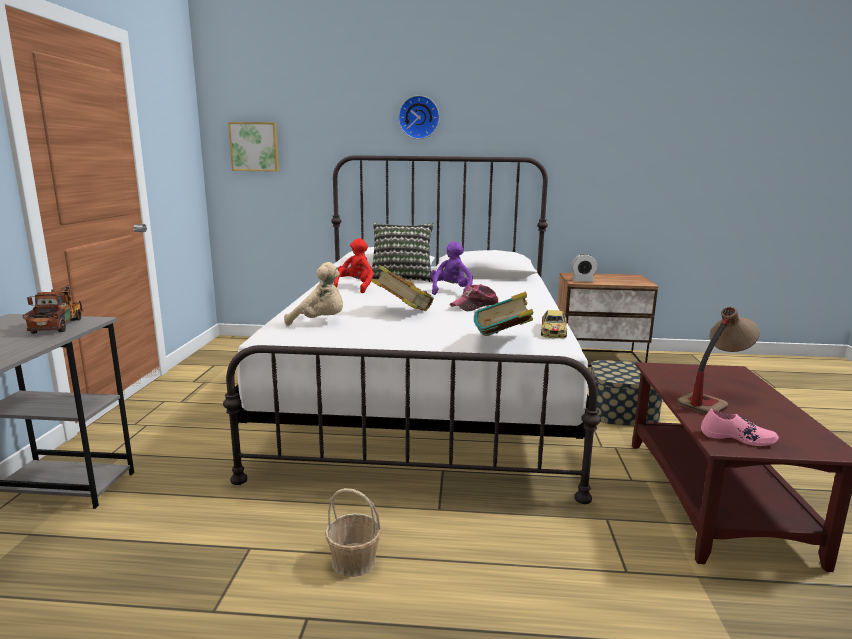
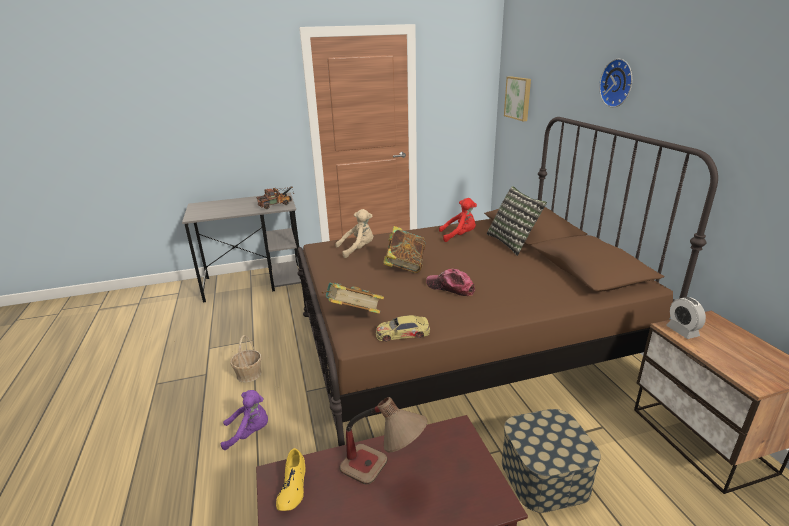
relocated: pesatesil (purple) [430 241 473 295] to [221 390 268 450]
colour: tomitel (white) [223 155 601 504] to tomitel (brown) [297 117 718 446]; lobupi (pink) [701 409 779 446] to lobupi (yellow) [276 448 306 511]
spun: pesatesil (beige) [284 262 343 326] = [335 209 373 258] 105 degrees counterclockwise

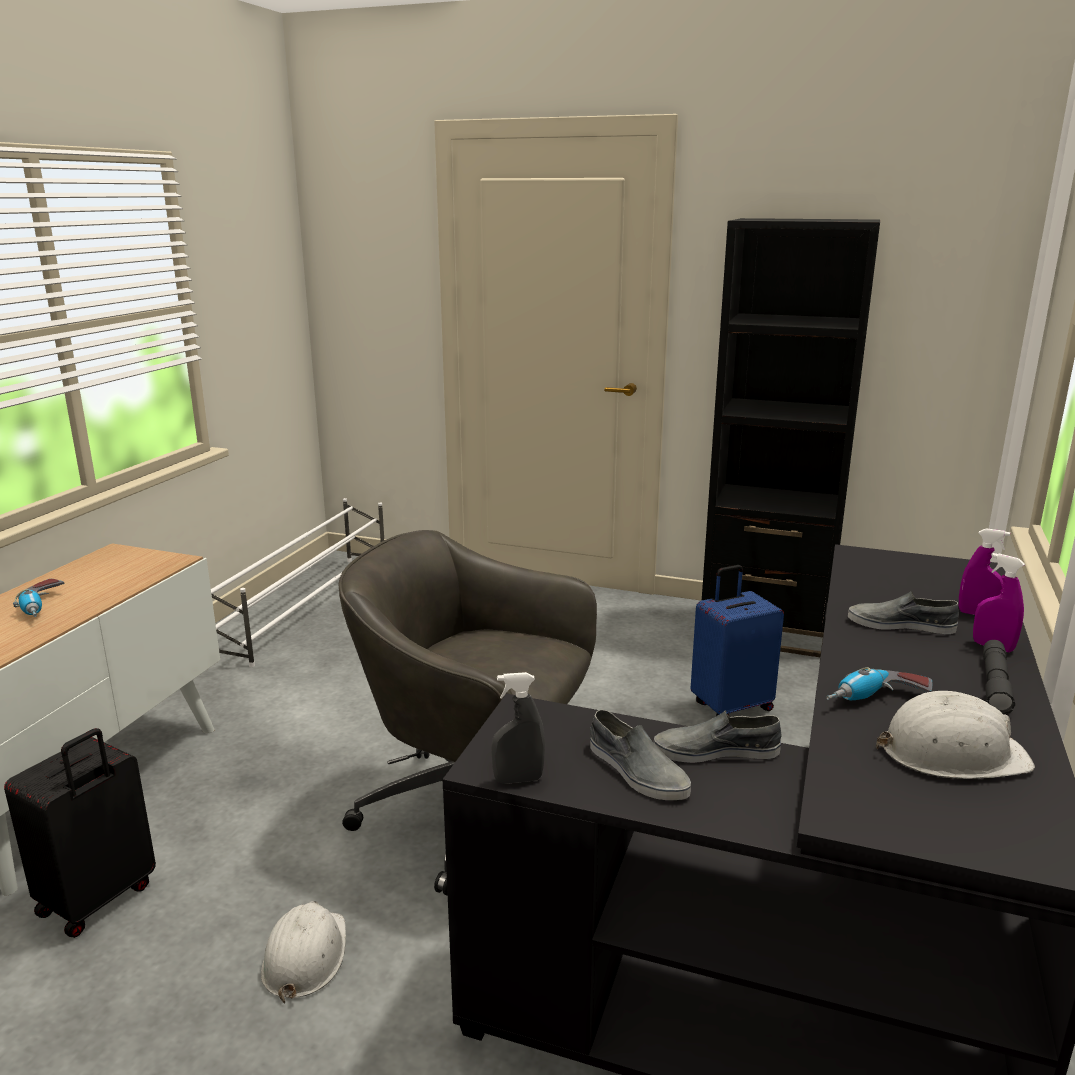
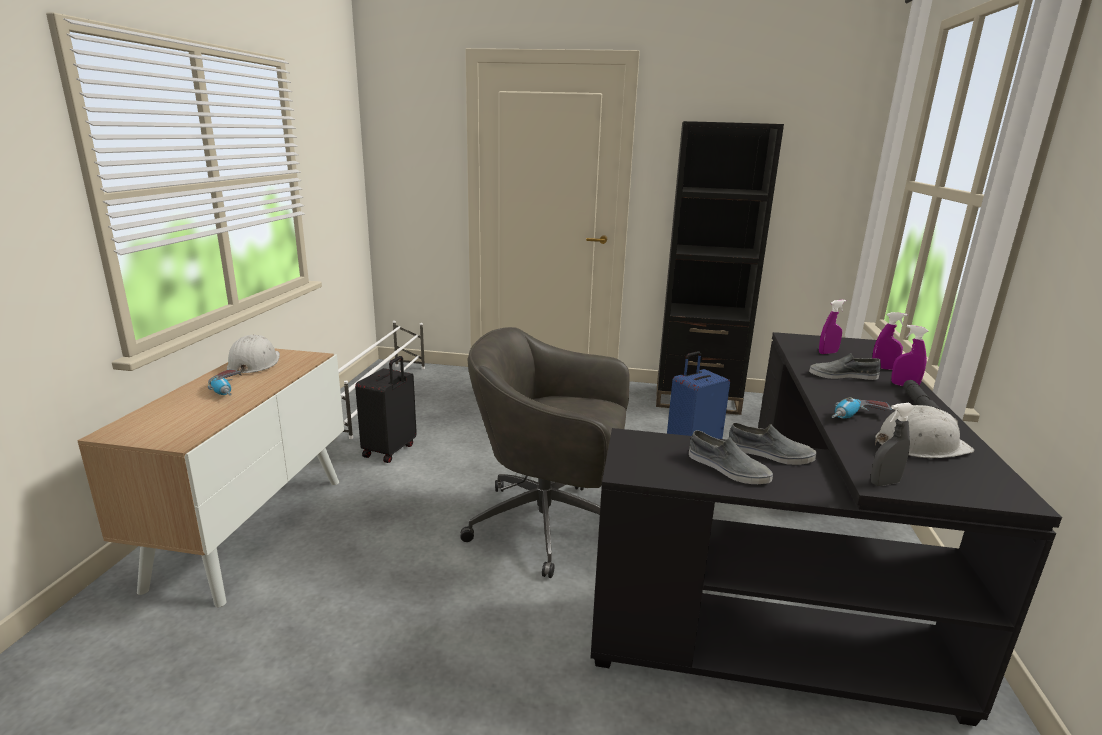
appeared: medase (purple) [819 300 846 354]
relocated: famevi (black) [4 728 156 938] to [355 356 417 463]; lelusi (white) [261 901 346 1003] to [227 335 280 376]; medase (grey) [491 672 545 784] to [871 403 915 486]
spun: lobupi (grey) [654 710 782 763] = [728 423 817 465] 150 degrees counterclockwise

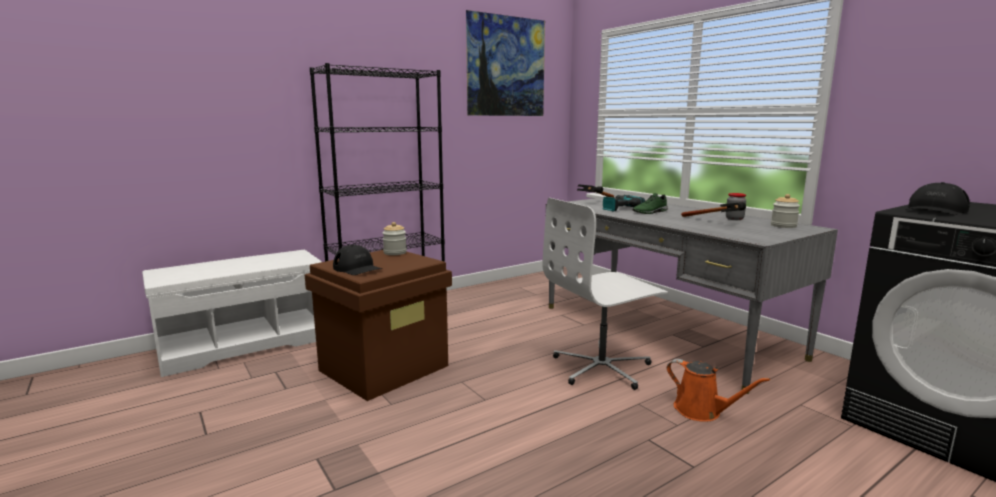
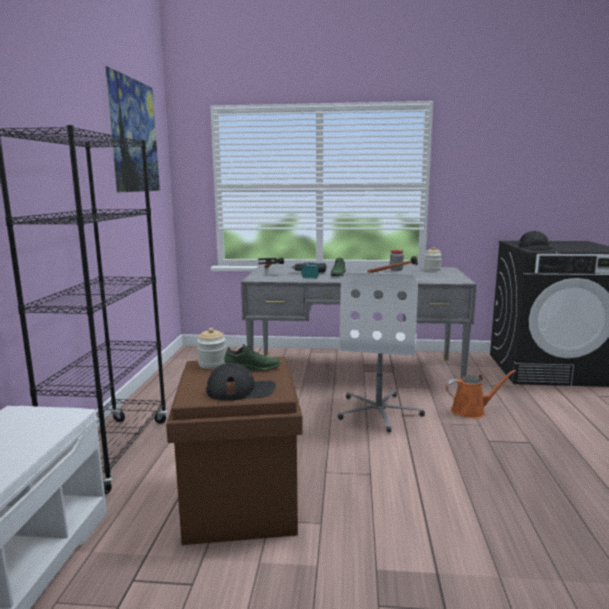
appeared: lobupi (green) [223 344 281 371]

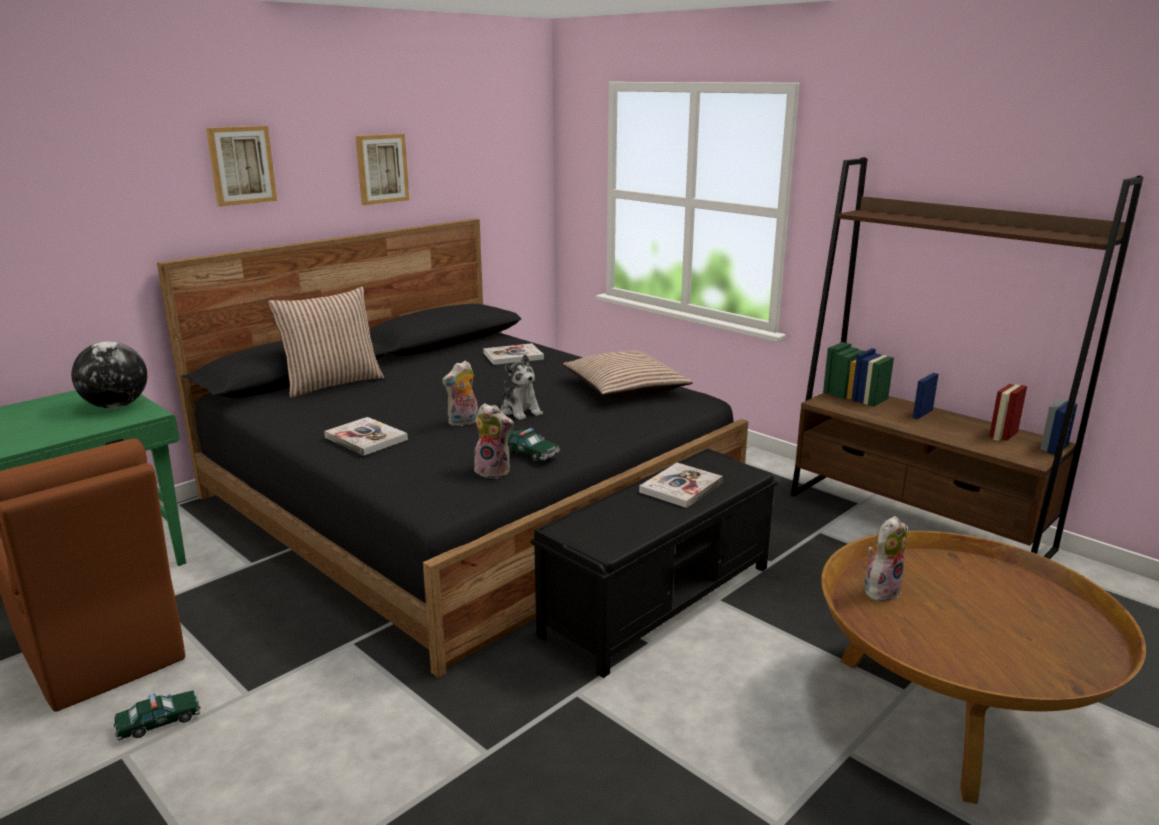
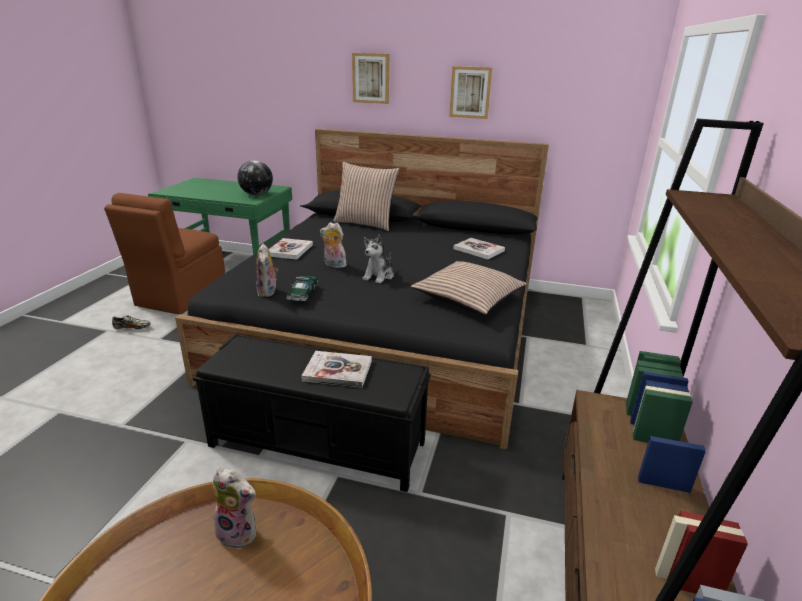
exchanged: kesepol [114 690 201 741] to lobupi [112 316 151 329]

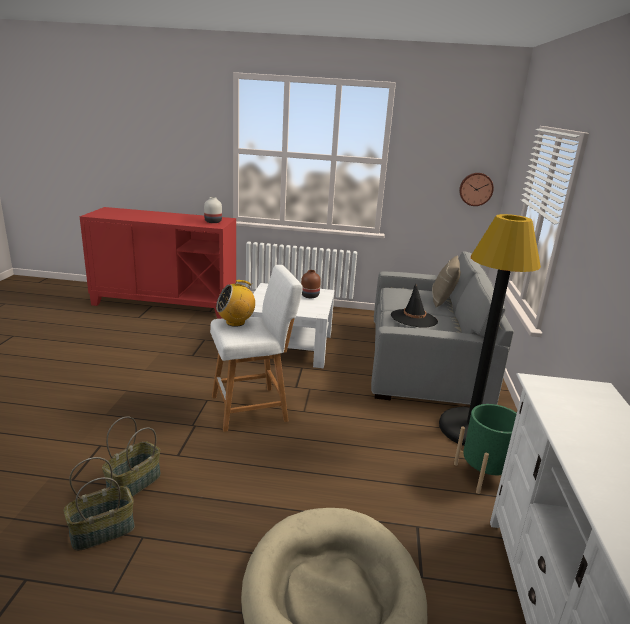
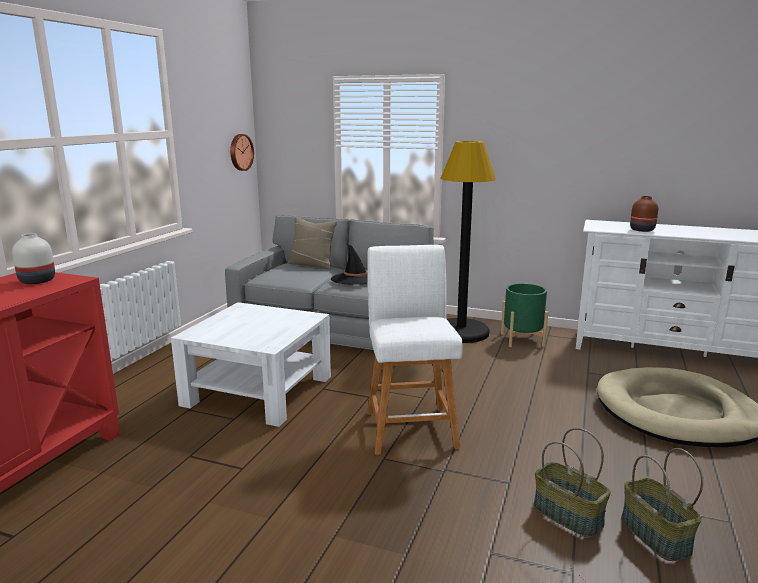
missing: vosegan [216 280 255 327]
relocated: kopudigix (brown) [301 270 321 298] to [630 196 658 232]

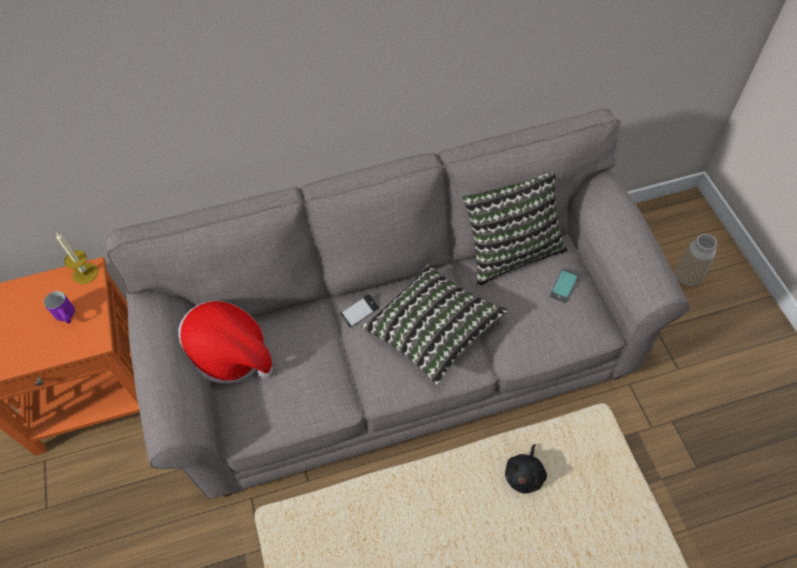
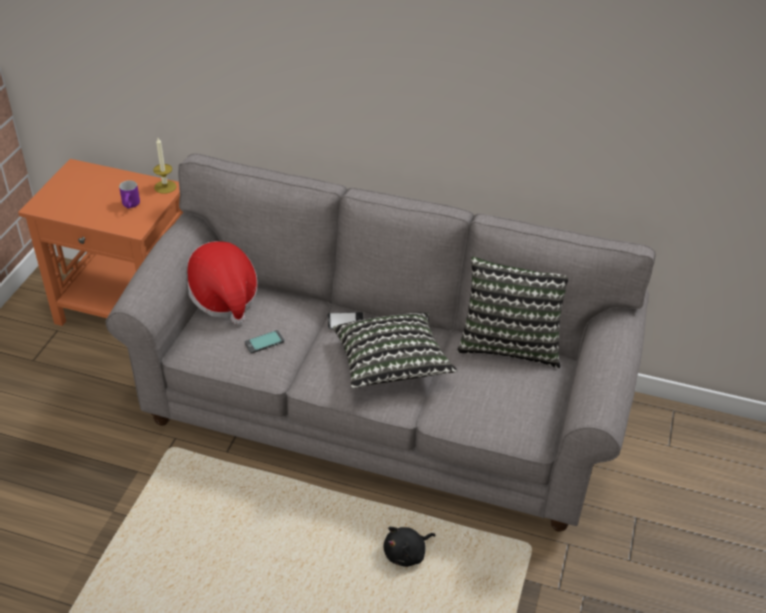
missing: kopudigix [675 234 717 287]
relocated: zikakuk [550 268 579 303] to [245 330 284 353]

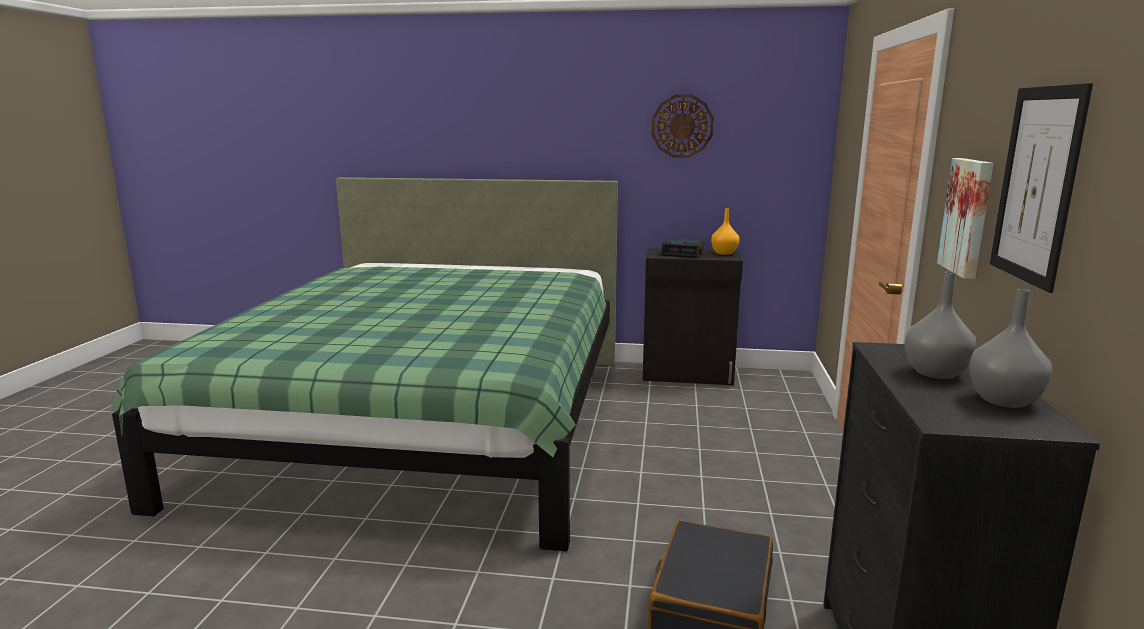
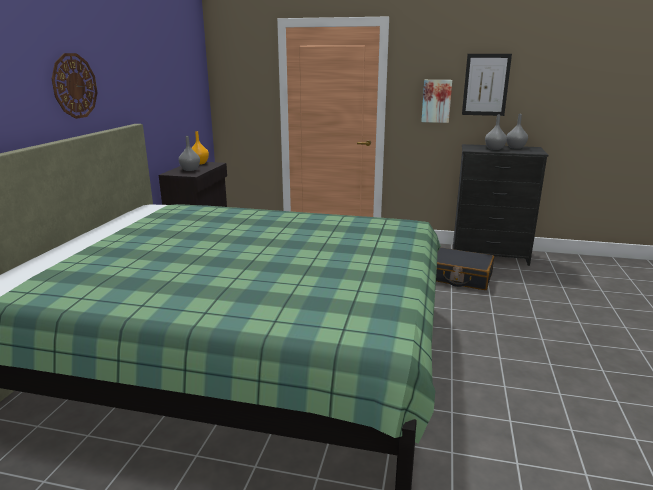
relocated: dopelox [652 95 714 158] to [52 53 98 119]
exchanged: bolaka [661 238 704 258] to kopudigix (grey) [179 136 200 171]

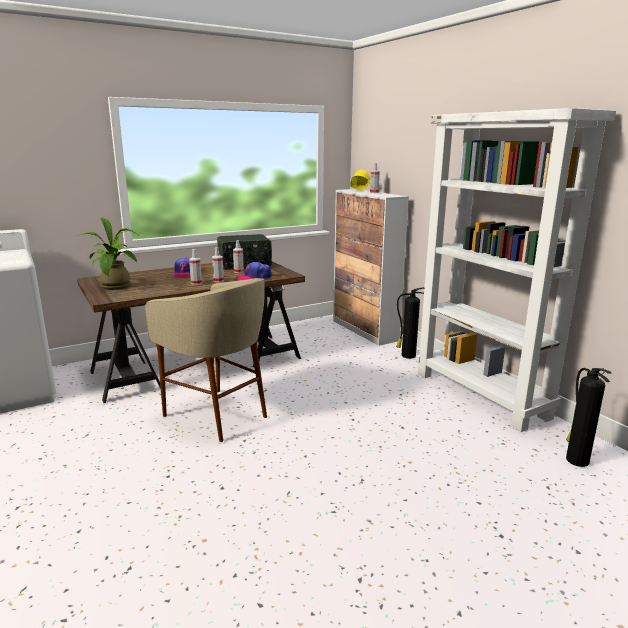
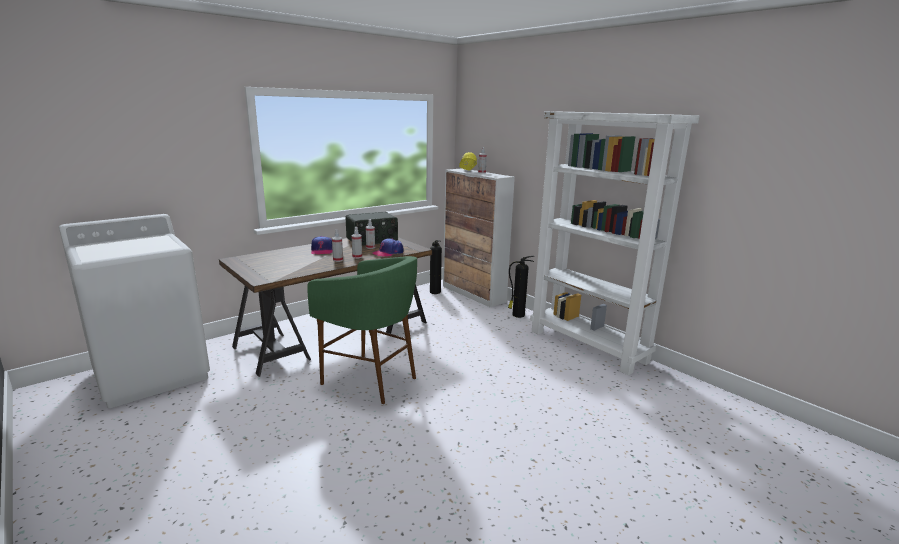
missing: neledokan [77 217 138 290]
relocated: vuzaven [566 368 612 467] to [430 240 442 294]
colour: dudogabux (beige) [145 278 267 442] to dudogabux (green) [307 256 417 404]

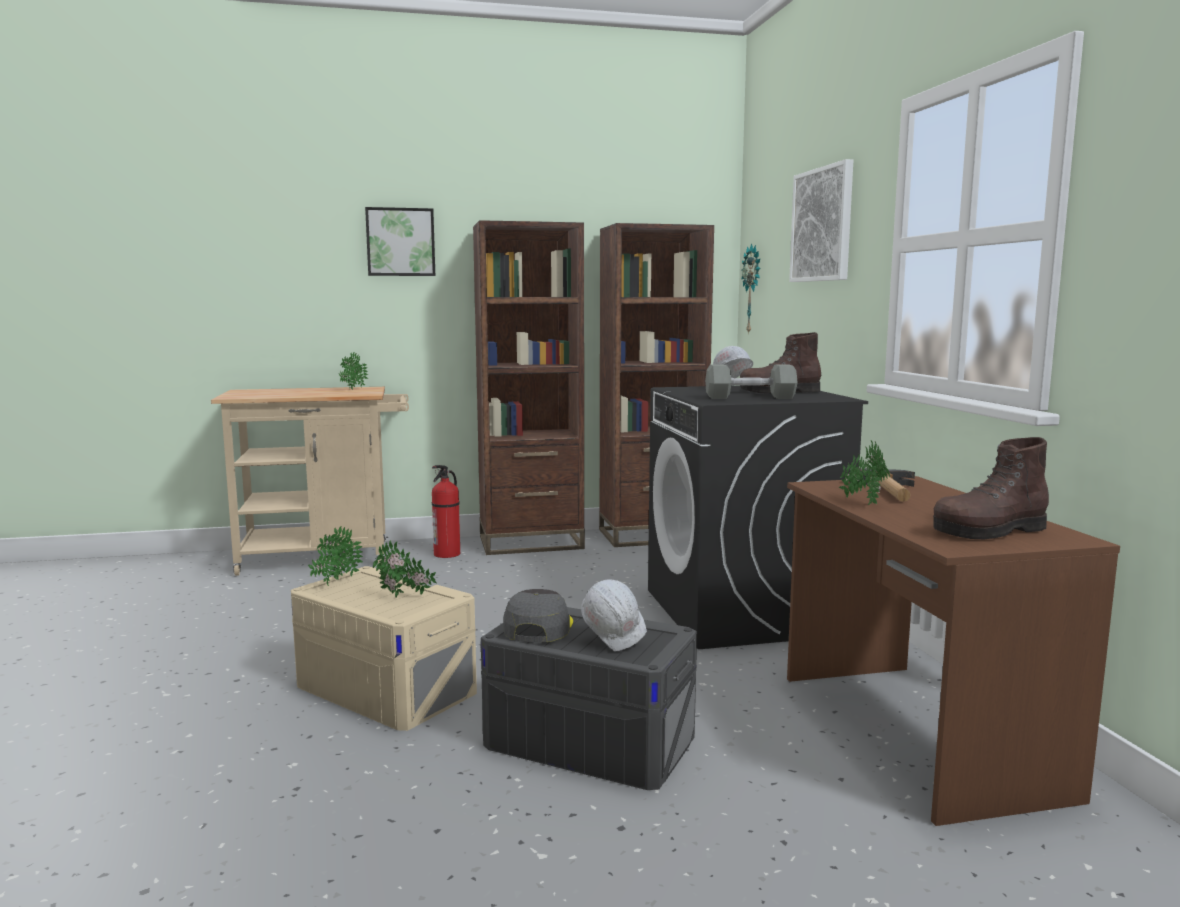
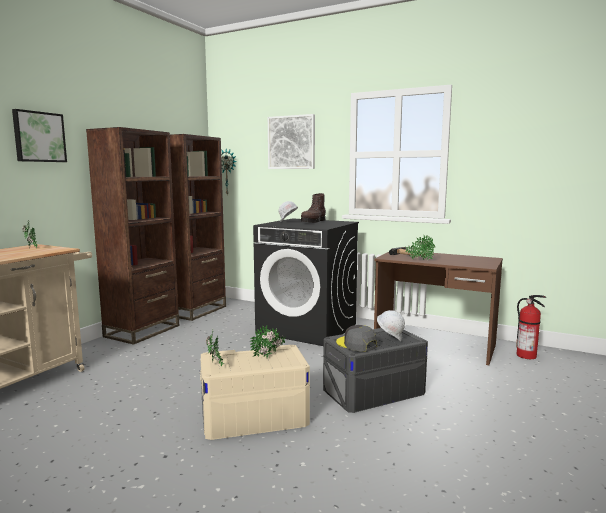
missing: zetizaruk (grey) [705 364 798 399]; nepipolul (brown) [933 437 1049 539]
relocated: vuzaven [432 465 460 558] to [516 295 546 359]

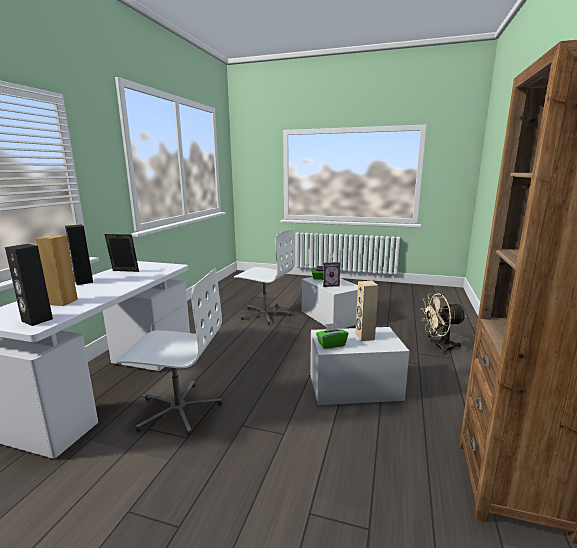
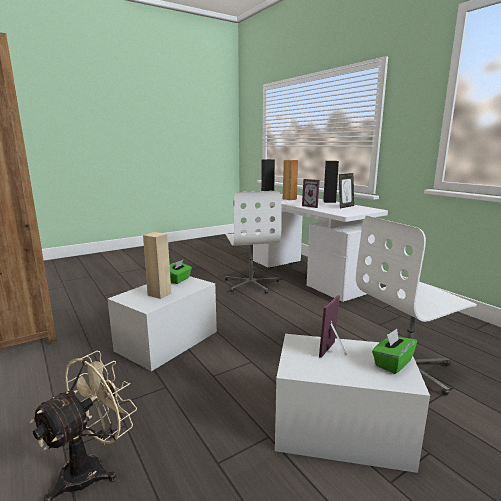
appeared: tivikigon [302 179 320 208]
spun: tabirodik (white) [116 268 222 436] = [225 191 282 293] 60 degrees counterclockwise

